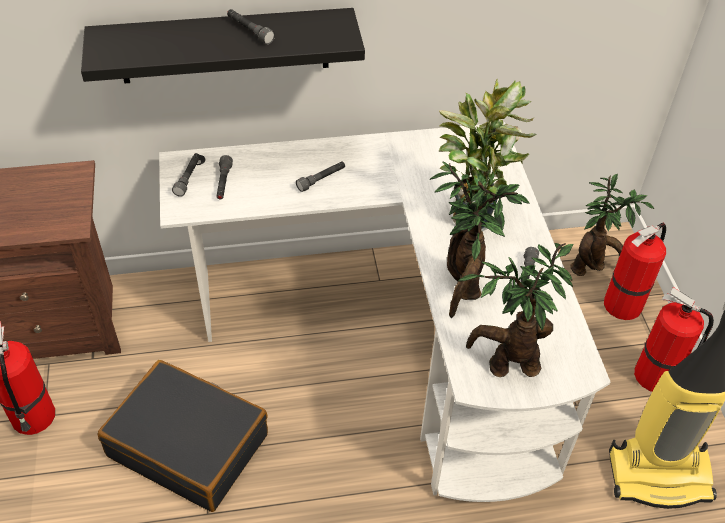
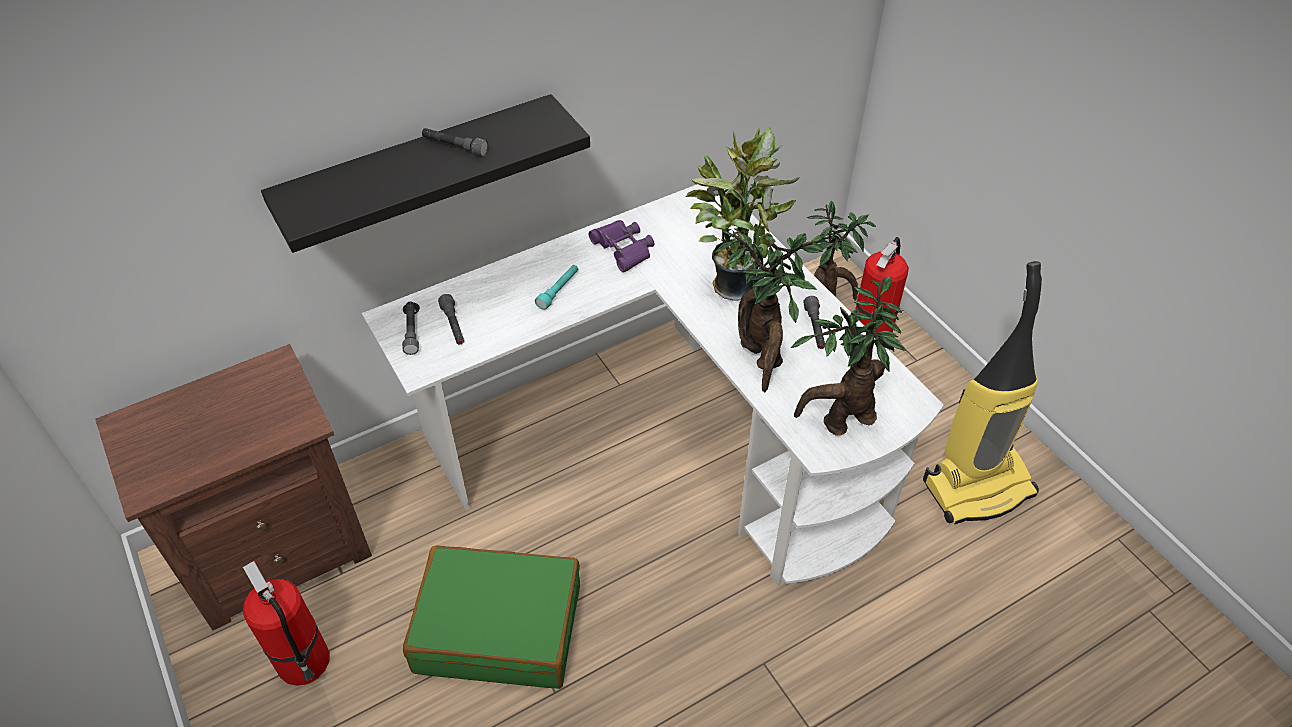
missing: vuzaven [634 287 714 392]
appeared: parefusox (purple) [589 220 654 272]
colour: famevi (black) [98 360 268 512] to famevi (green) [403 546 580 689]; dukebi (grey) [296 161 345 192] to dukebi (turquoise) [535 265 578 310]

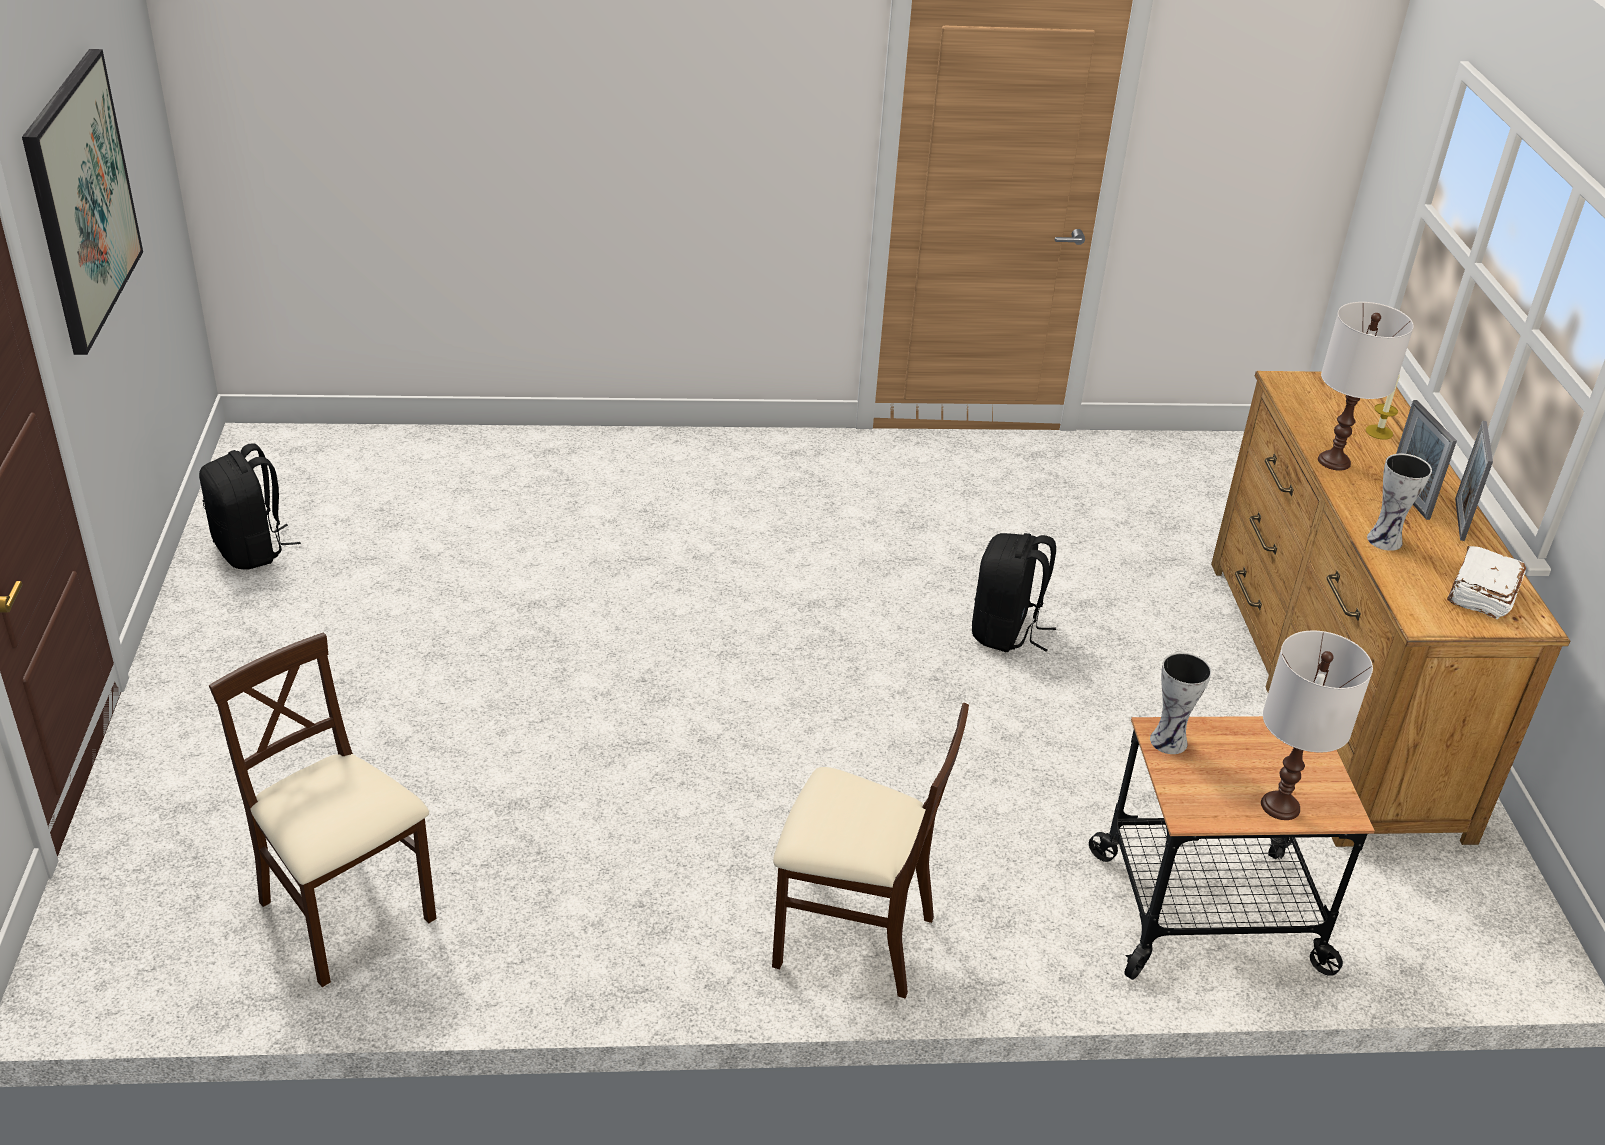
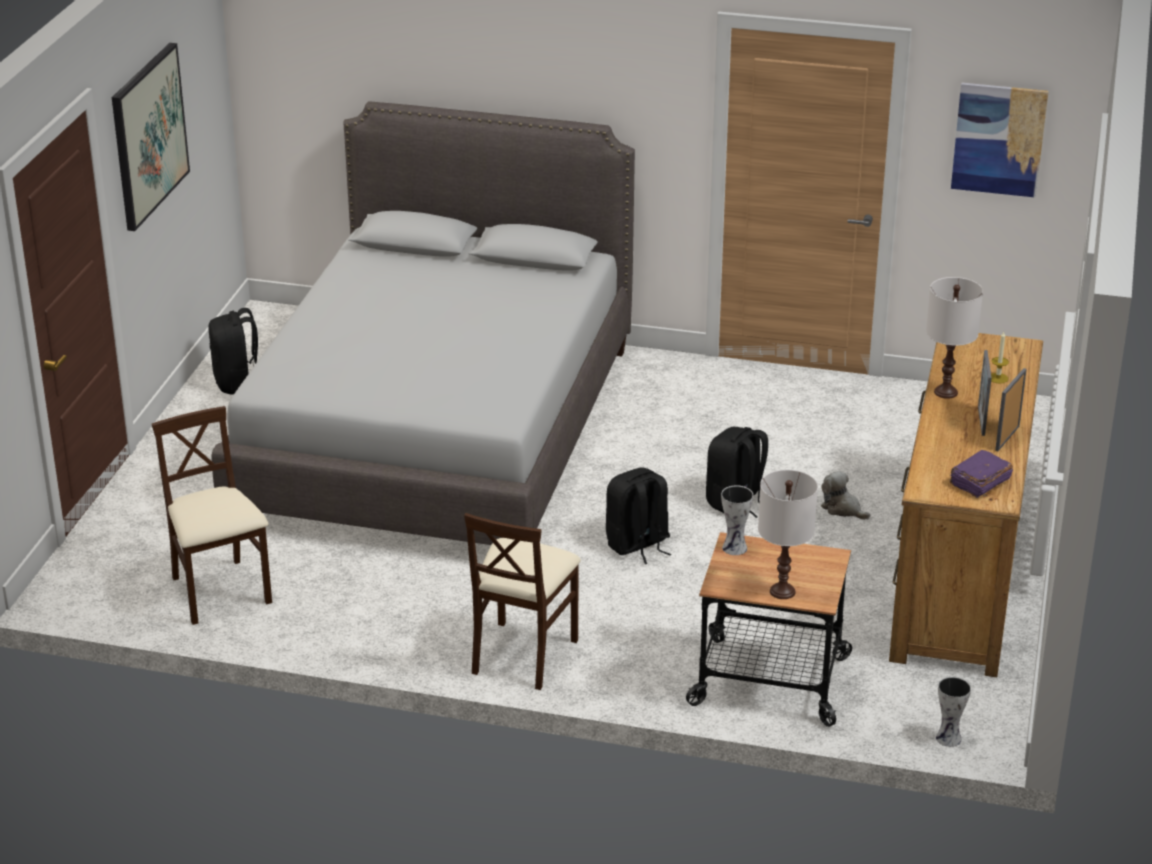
appeared: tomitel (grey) [212 101 635 545]; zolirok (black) [606 467 671 564]; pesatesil [821 471 870 520]; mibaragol [951 83 1049 198]
relocated: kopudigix [1367 454 1432 551] to [936 677 971 747]
colour: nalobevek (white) [1447 546 1526 619] to nalobevek (purple) [950 450 1013 498]
spun: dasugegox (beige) [772 703 969 998] = [464 513 581 690] 75 degrees clockwise

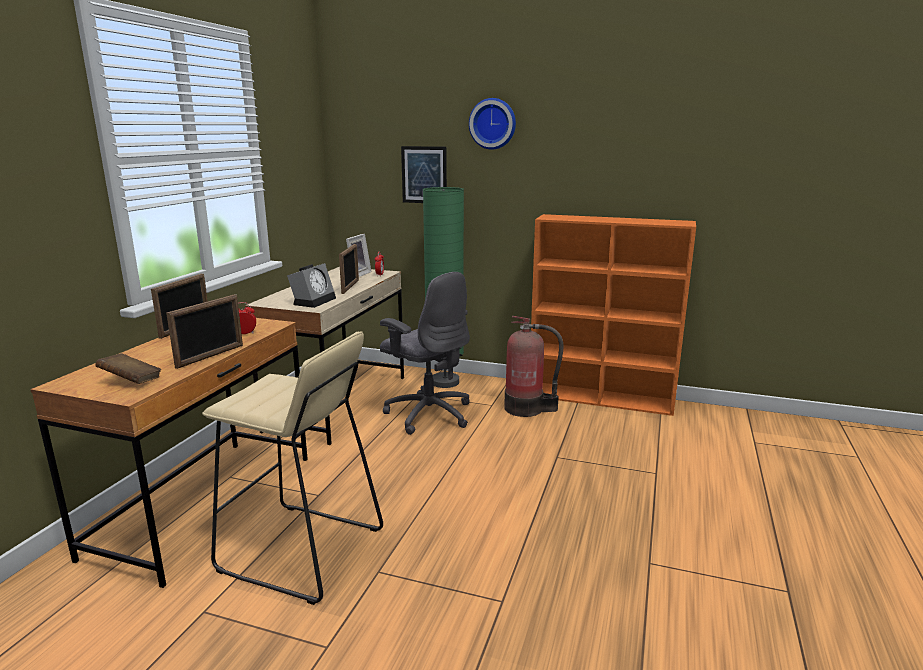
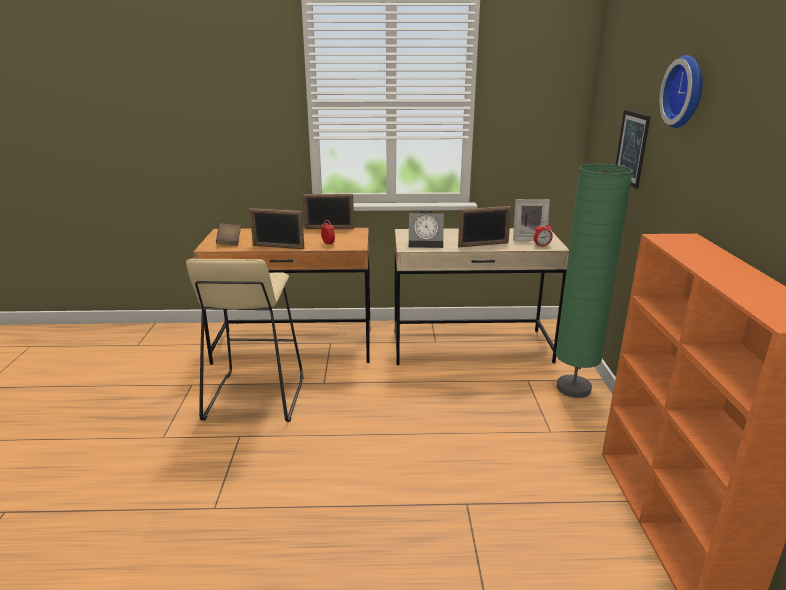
missing: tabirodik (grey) [380 272 470 435]; vuzaven [504 316 563 417]

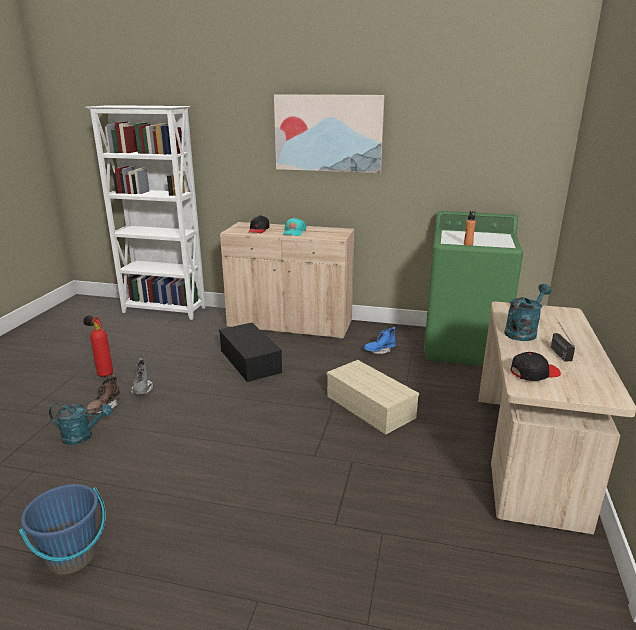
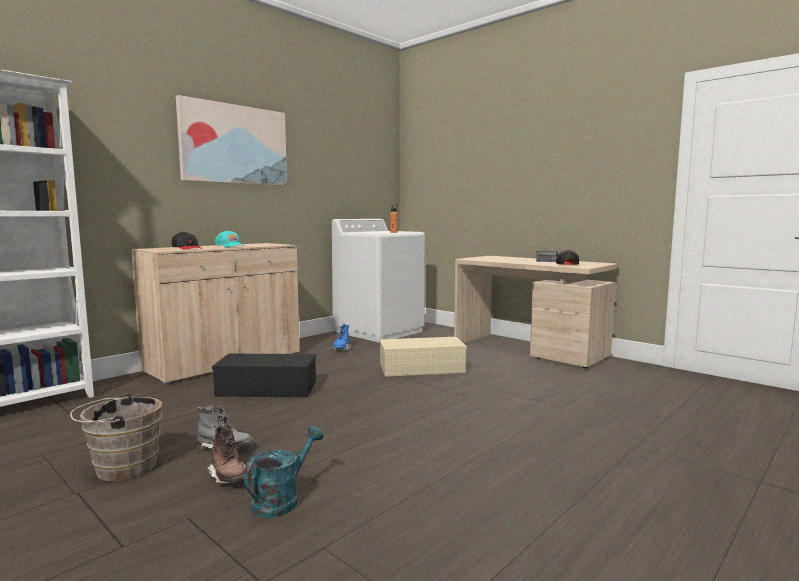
missing: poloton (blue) [19 484 106 575]; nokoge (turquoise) [504 284 552 341]
exchanged: vuzaven [83 315 113 377] to poloton (brown) [70 394 163 481]
colour: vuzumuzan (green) [424 211 523 366] to vuzumuzan (white) [332 219 425 342]

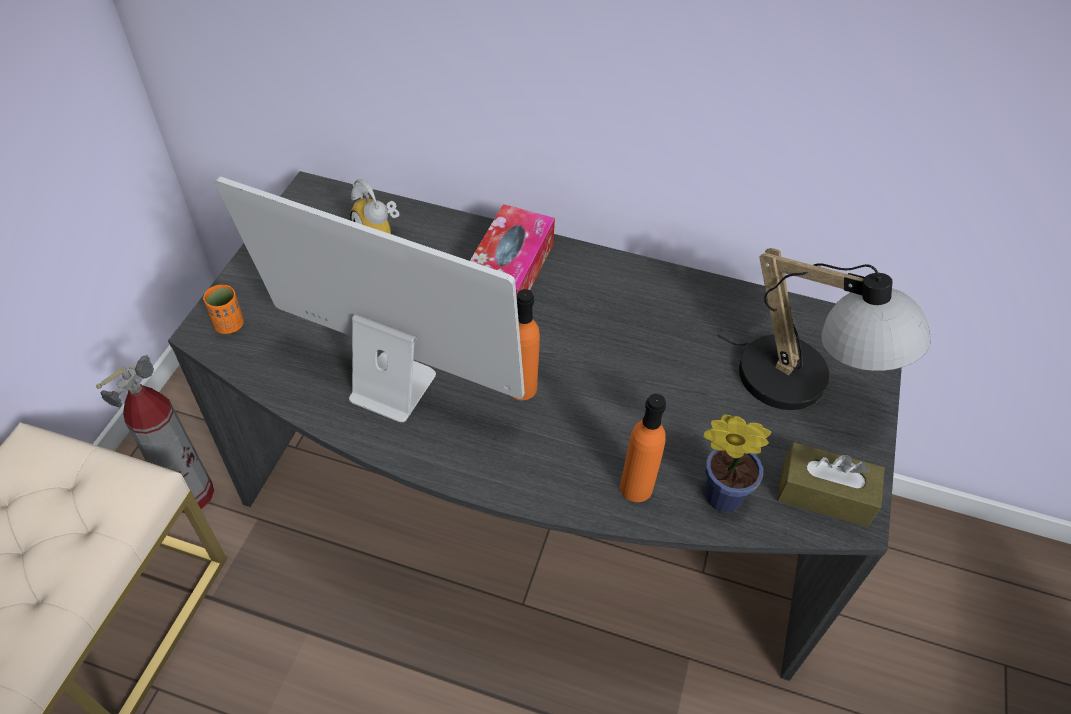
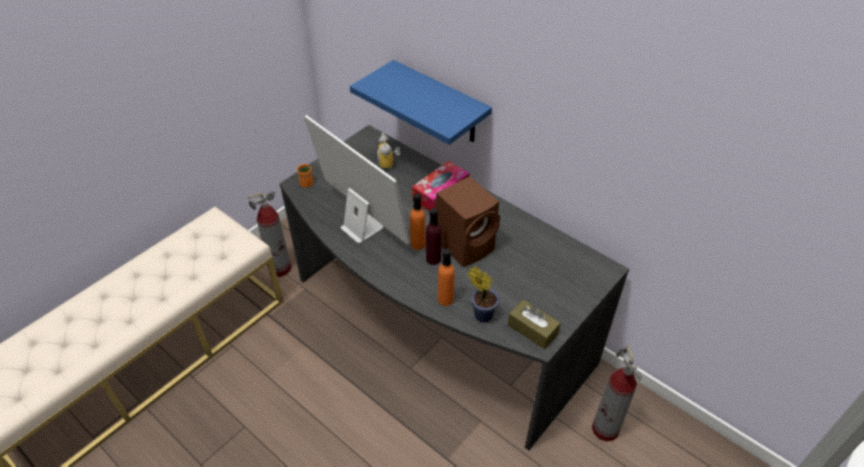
missing: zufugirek [717 248 931 410]
appeared: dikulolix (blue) [350 60 492 145]; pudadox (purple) [426 208 441 265]; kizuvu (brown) [436 176 500 267]; vuzaven [592 345 642 441]

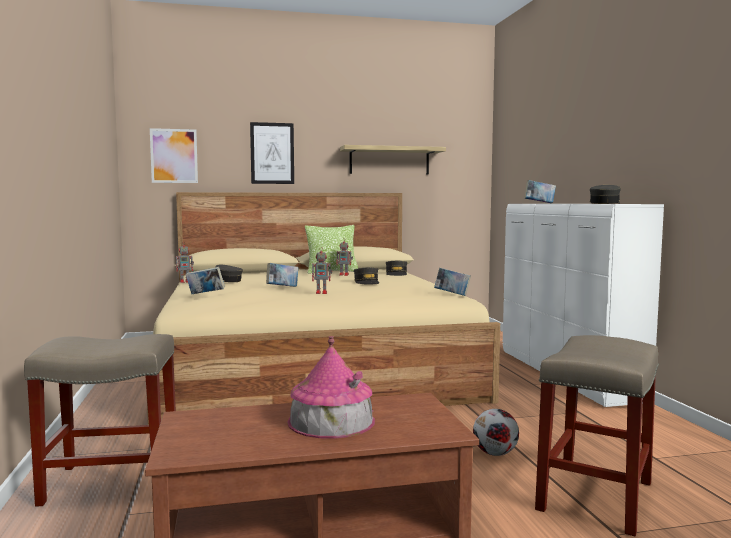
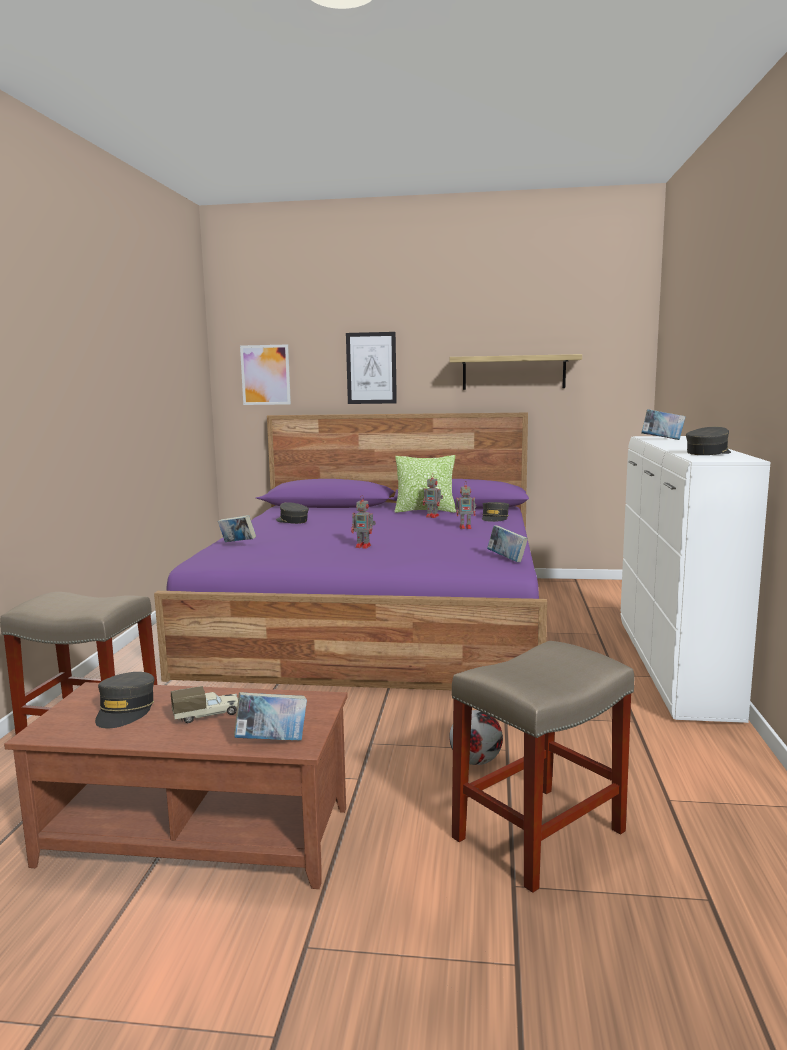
relocated: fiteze [176 242 194 283] to [456 482 476 529]; nalobevek [266 263 298 287] to [234 692 307 741]; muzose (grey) [354 267 379 284] to [95 672 154 728]
exchanged: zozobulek [288 336 375 439] to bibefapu [171 686 238 723]
colour: tomitel (beige) [146 192 500 425] to tomitel (purple) [154 413 547 690]

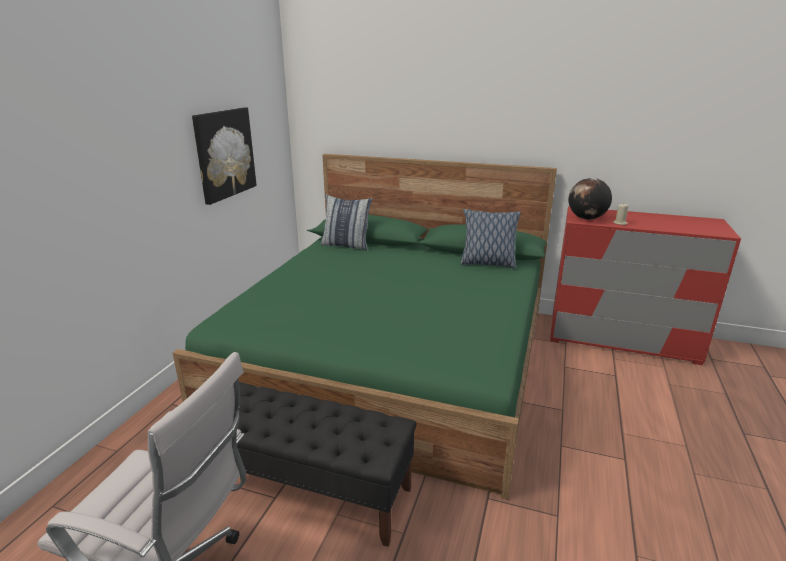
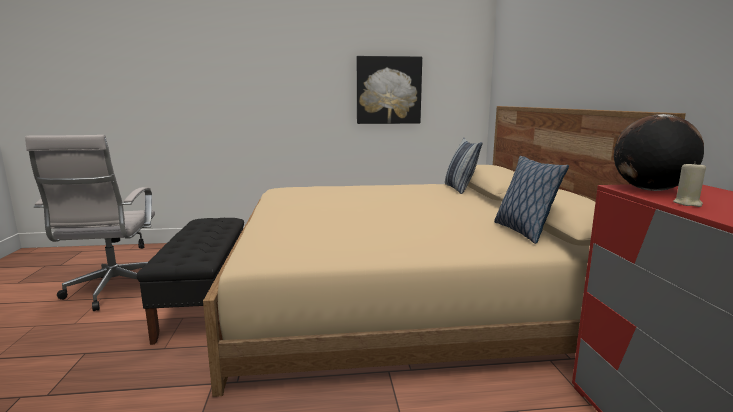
colour: tomitel (green) [173 154 557 500] to tomitel (beige) [203 106 686 397]

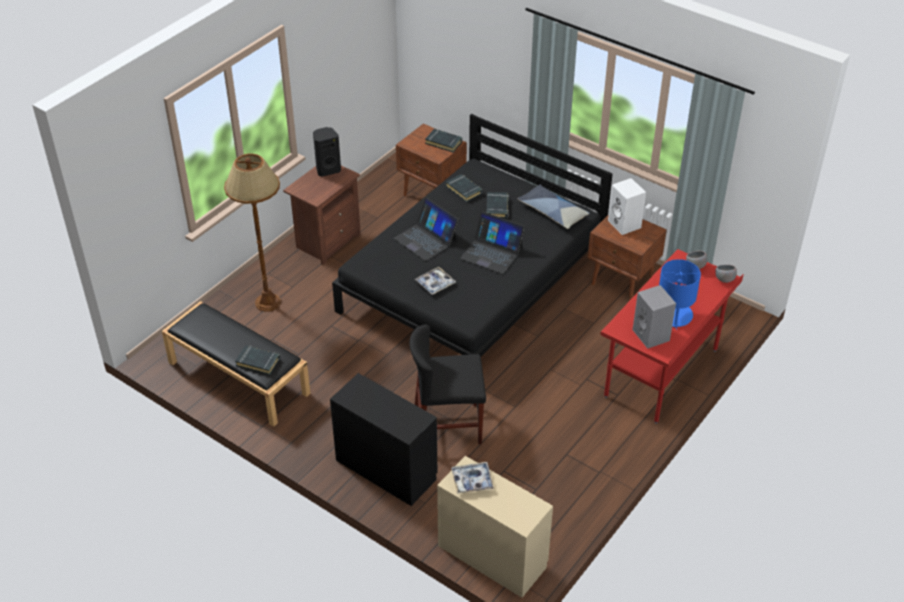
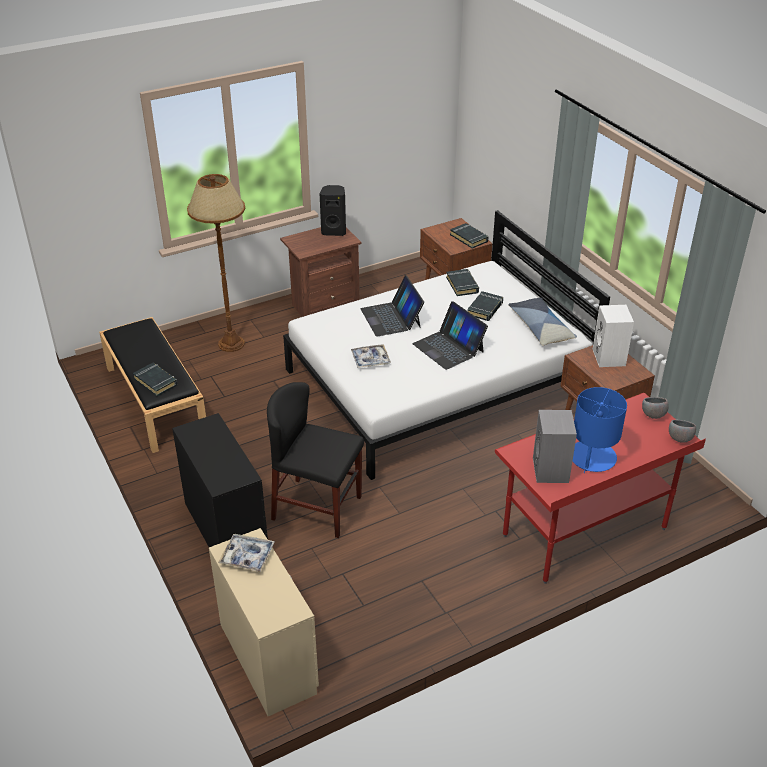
colour: tomitel (black) [332 114 613 357] to tomitel (white) [283 210 610 480]

